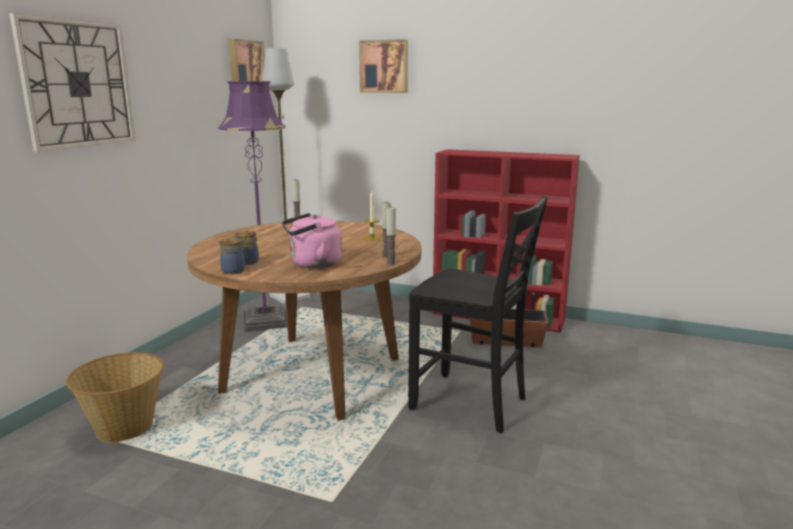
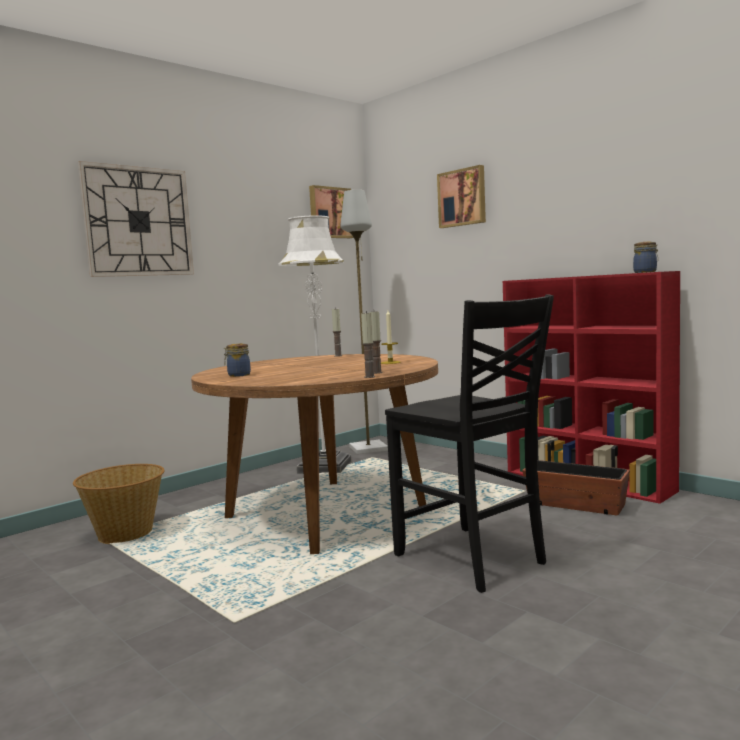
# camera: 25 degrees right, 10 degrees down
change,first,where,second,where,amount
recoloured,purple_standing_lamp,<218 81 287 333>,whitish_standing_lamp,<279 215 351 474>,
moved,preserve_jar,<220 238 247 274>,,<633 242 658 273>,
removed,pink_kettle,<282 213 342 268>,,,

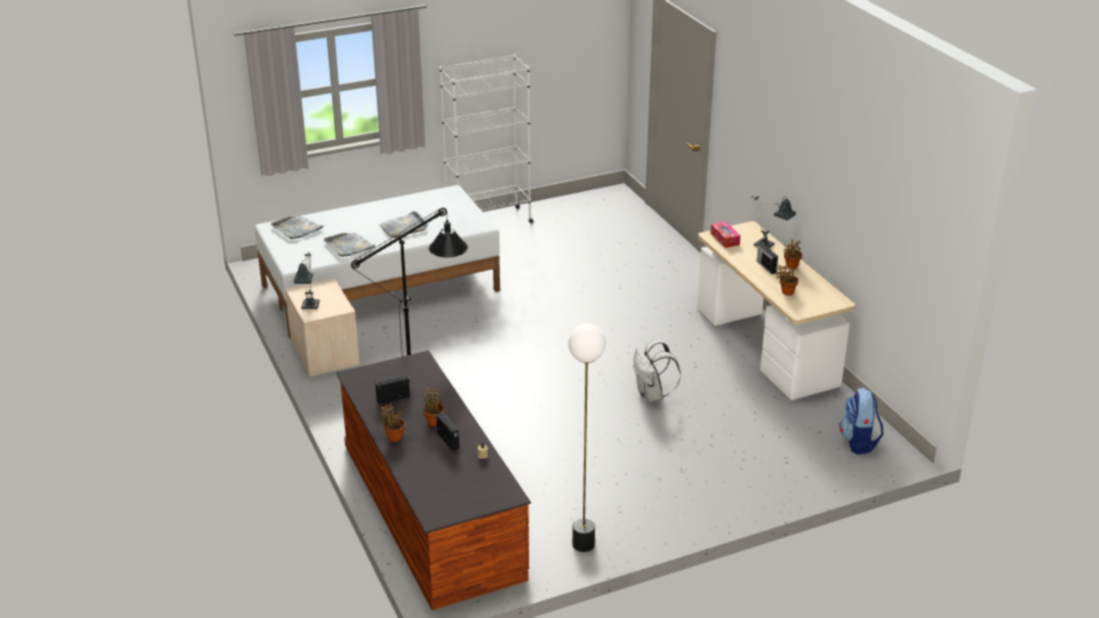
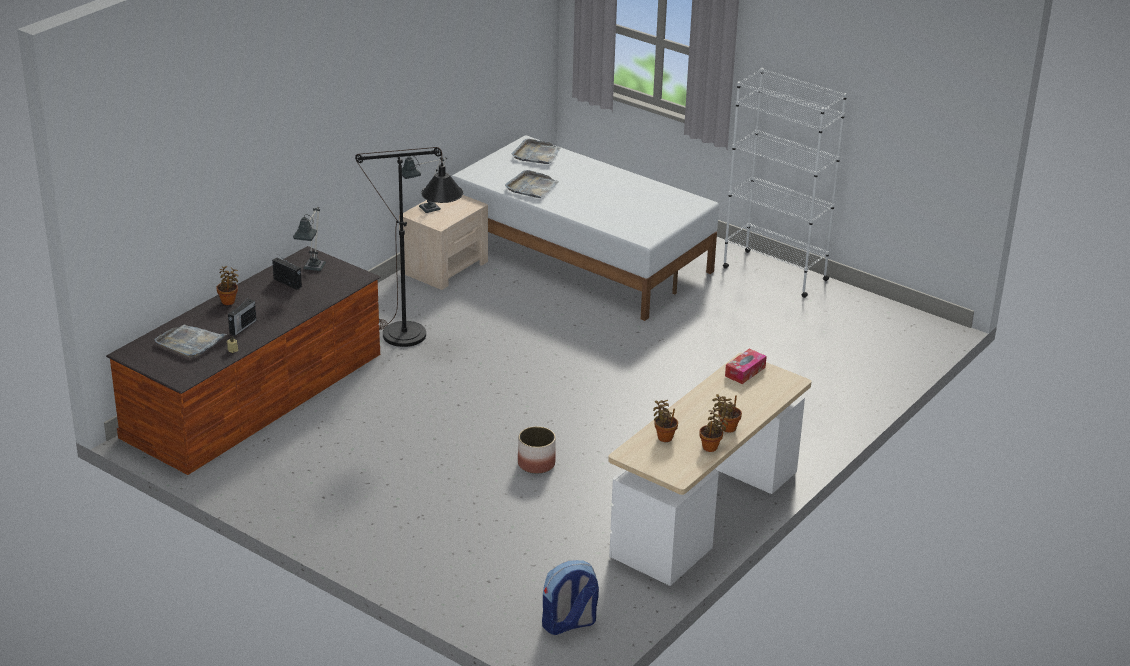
# camera: 60 degrees right, 0 degrees up
change,first,where,second,where,amount
moved,greyish_carrying_tray,<379 211 429 238>,,<154 325 227 358>,
moved,potted_plant,<423 388 445 427>,,<699 407 729 452>,
removed,standing_lamp,<568 323 606 552>,,,
replaced,whitish_backpack,<633 340 681 402>,plant_pot,<518 426 556 474>,
moved,tabletop_lamp,<752 196 796 248>,,<293 206 326 271>,
removed,radio,<757 243 778 274>,,,

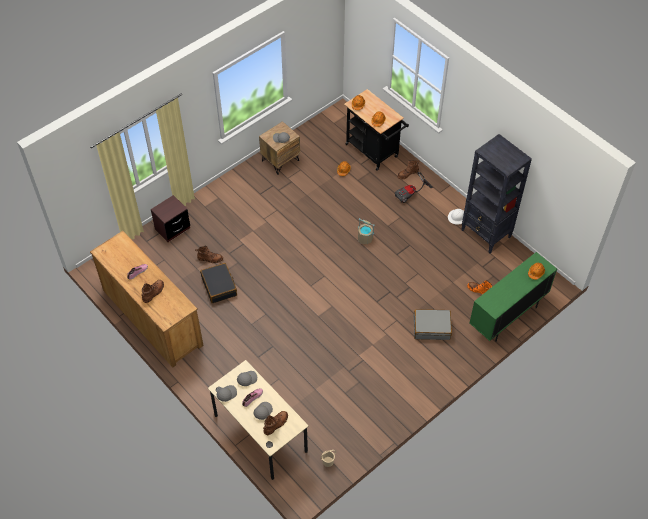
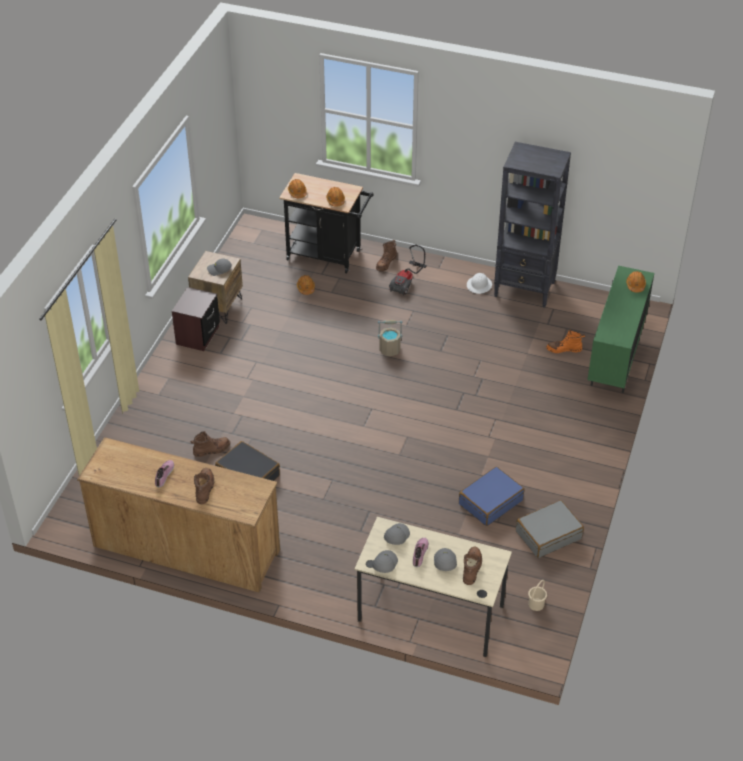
# camera: 30 degrees left, 10 degrees down
change,first,where,second,where,amount
moved,brown_bedside_table,<151 195 190 242>,,<172 287 220 351>,
moved,greyish_travel_case,<414 309 452 340>,,<516 500 584 558>,
added,,,bluish_travel_case,<459 467 524 526>,

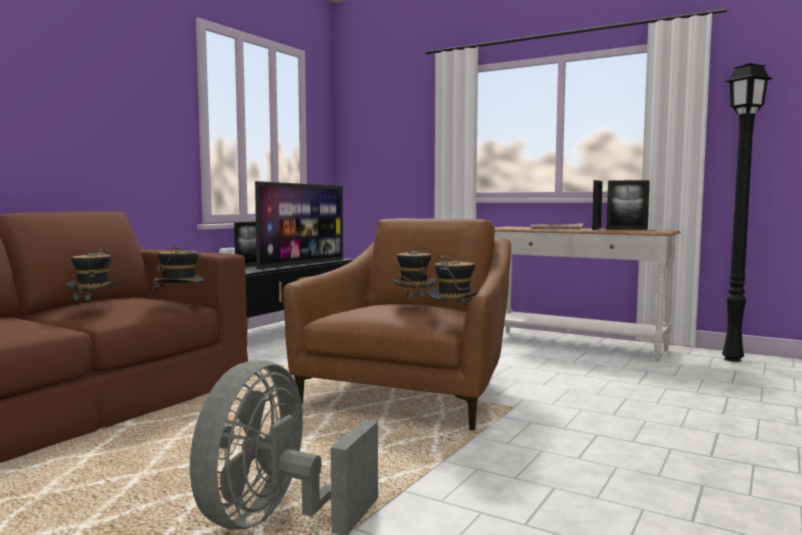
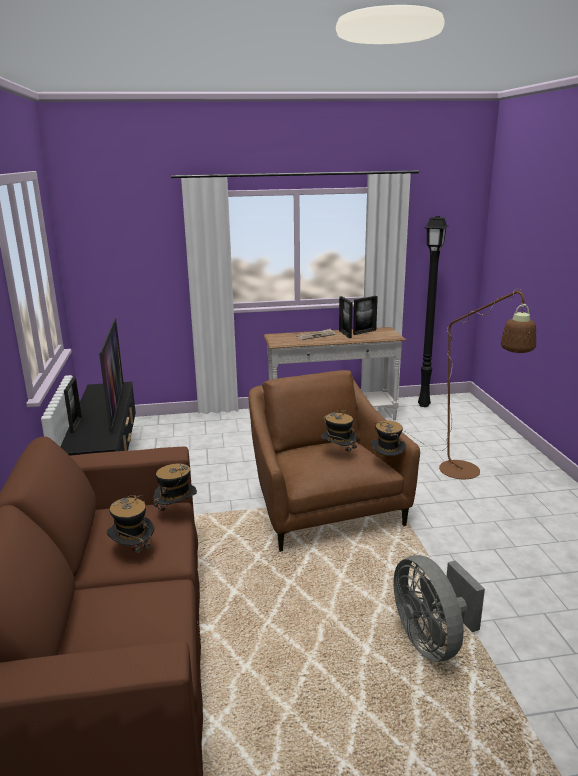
# camera: 40 degrees left, 15 degrees up
change,first,where,second,where,amount
added,,,brown_standing_lamp,<403 289 536 479>,

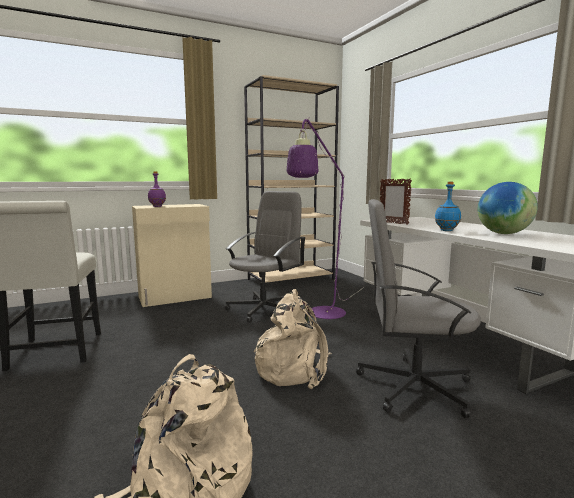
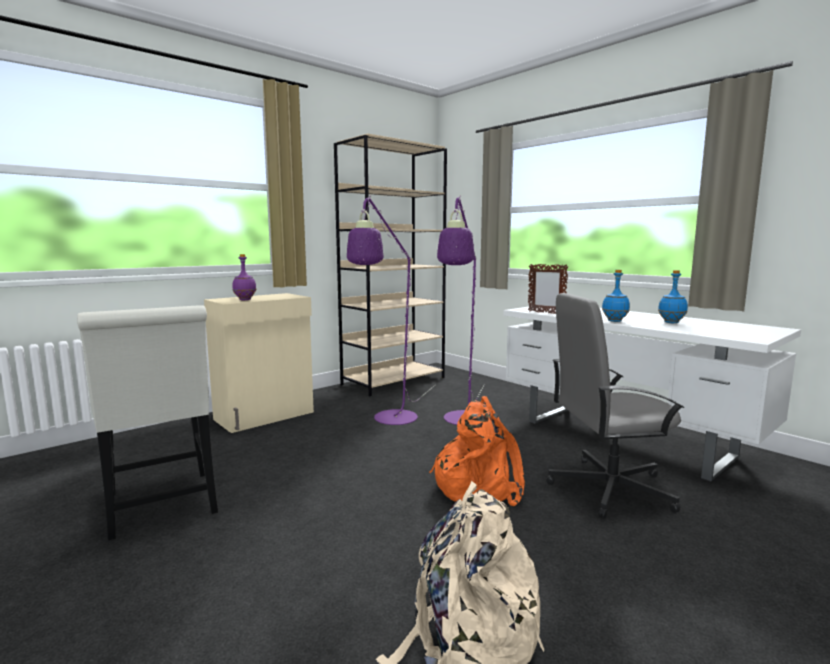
# camera: 15 degrees left, 0 degrees up
change,first,where,second,where,amount
replaced,greyish_computer_chair,<225 191 306 323>,purple_standing_lamp,<347 195 435 425>,
recoloured,beige-coloured_backpack,<254 289 331 389>,orangey_backpack,<429 396 525 506>,
replaced,world_globe,<478 182 538 234>,bluish_beverage_bottle,<658 270 688 323>,

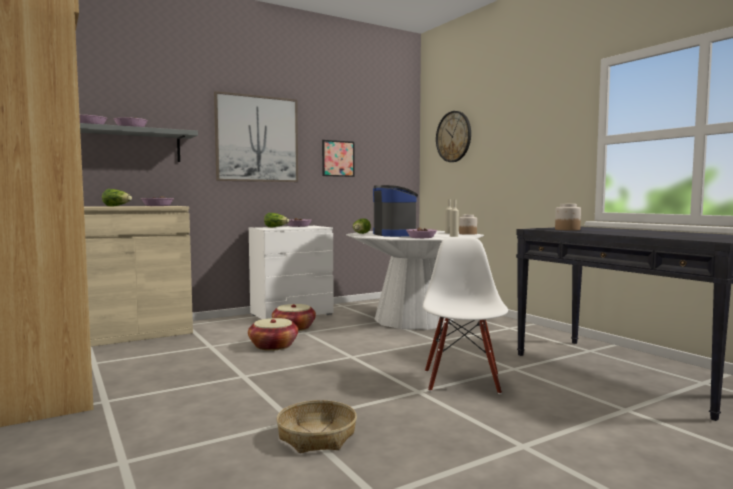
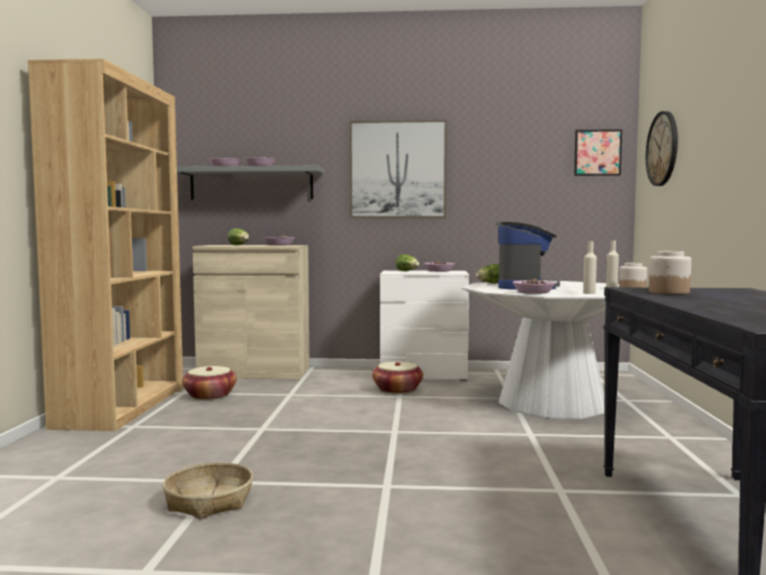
# camera: 35 degrees right, 0 degrees up
change,first,where,second,where,amount
moved,household_basket,<248 318 298 351>,,<182 366 237 400>,
moved,picture,<322 140 354 177>,,<574 129 622 176>,
removed,whitish_chair,<423 237 508 394>,,,

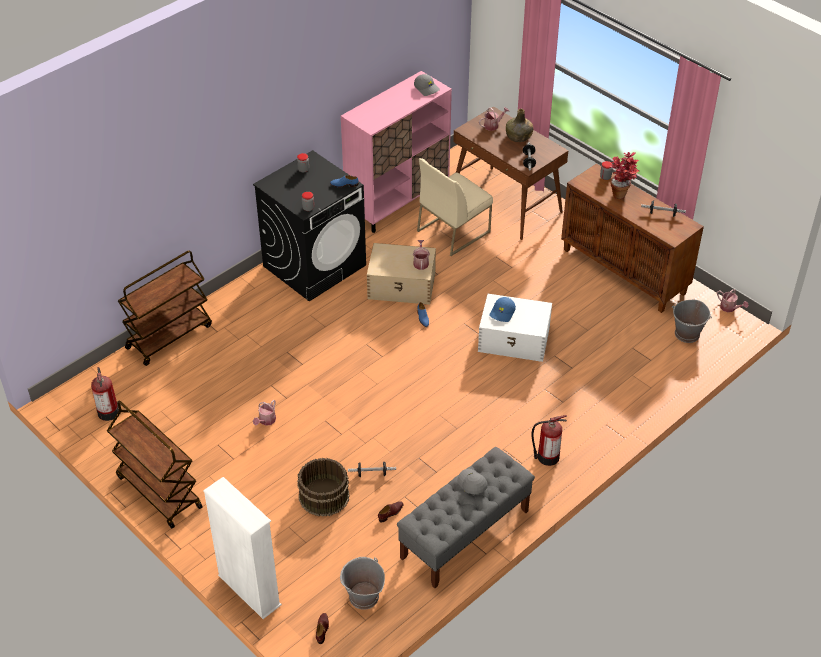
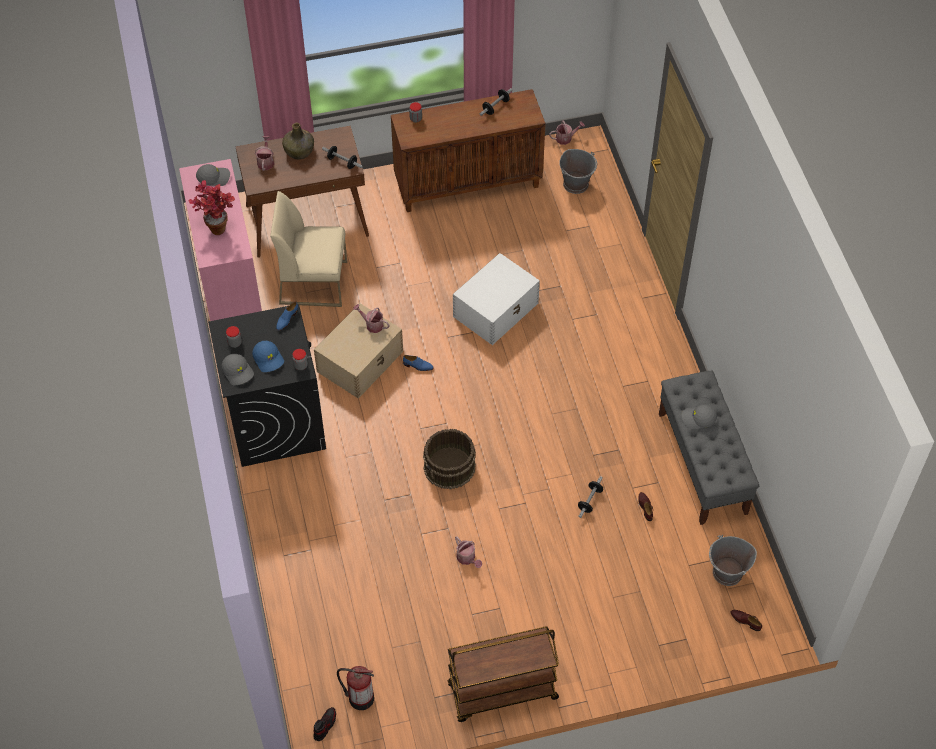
# camera: 60 degrees left, 10 degrees up
change,first,where,second,where,amount
removed,brown_cart,<118 250 212 366>,,,
removed,whitish_bookshelf,<203 477 282 619>,,,
moved,brown_bucket,<297 458 349 517>,,<423 429 476 489>,
turned,beige-coloured_chair,<417 158 493 256>,,<270 191 347 307>,105 degrees clockwise
moved,bluish_peaked_cap,<489 297 516 322>,,<252 341 284 372>,
removed,fire_extinguisher,<531 415 567 466>,,,
moved,potted_plant,<609 152 639 199>,,<189 180 235 235>,
added,,,greyish_peaked_cap,<221 354 254 386>,
added,,,low_shoe,<313 707 336 741>,

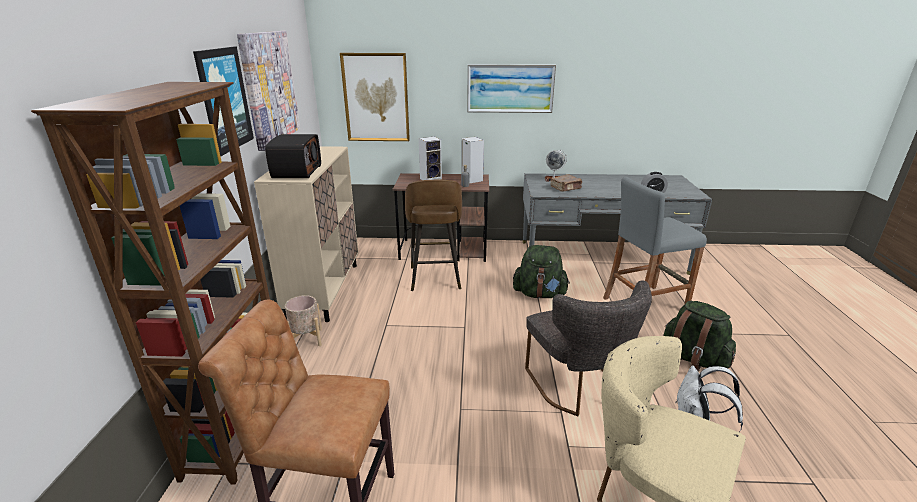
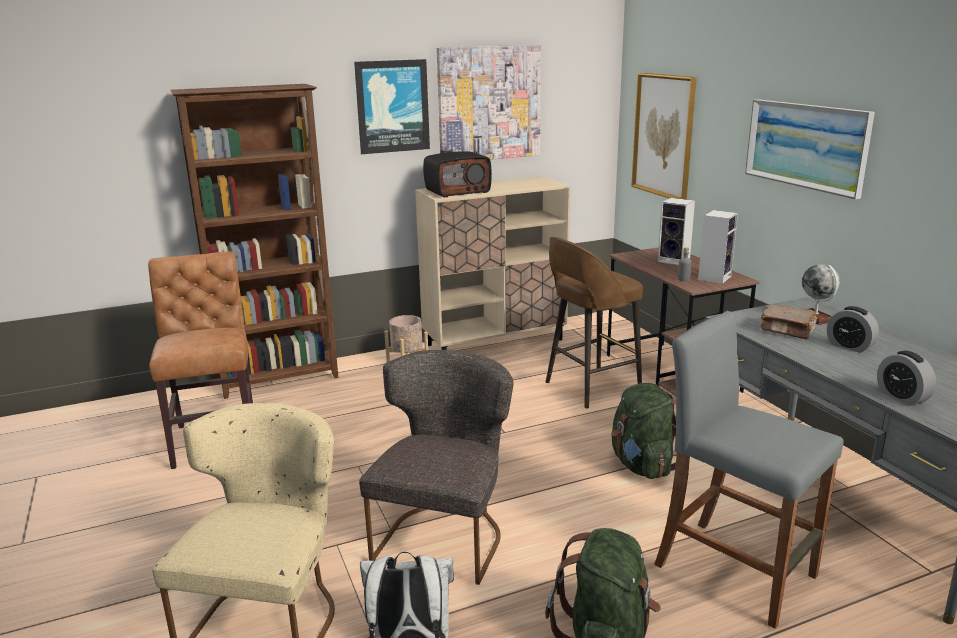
# camera: 65 degrees right, 5 degrees down
change,first,where,second,where,amount
turned,greyish_chair,<525 281 652 416>,,<359 350 514 585>,150 degrees clockwise
added,,,table_clock,<827 306 879 353>,

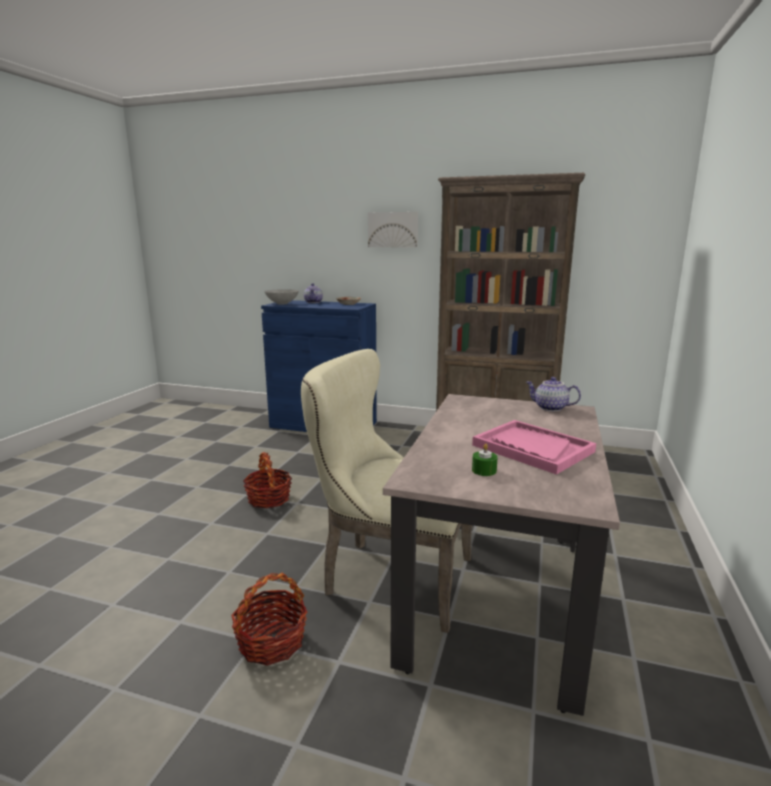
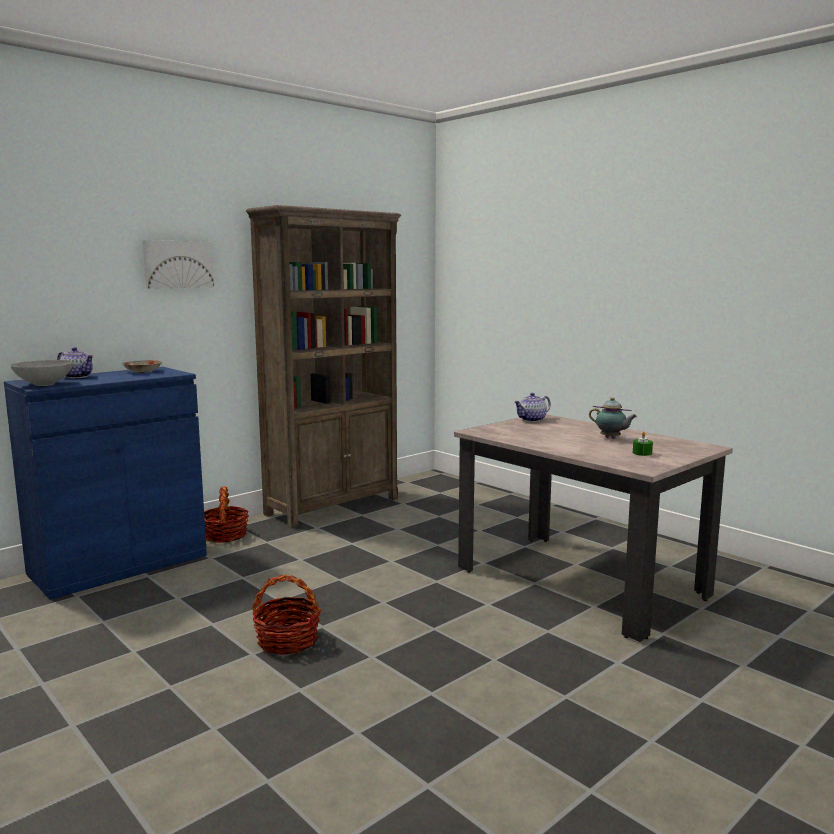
# camera: 60 degrees left, 5 degrees down
change,first,where,second,where,amount
moved,household_basket,<231 573 307 666>,,<204 486 249 543>,
removed,beige-coloured_chair,<301 349 472 633>,,,
replaced,pink_carrying_tray,<472 420 596 475>,pot_for_tea,<589 397 637 439>,

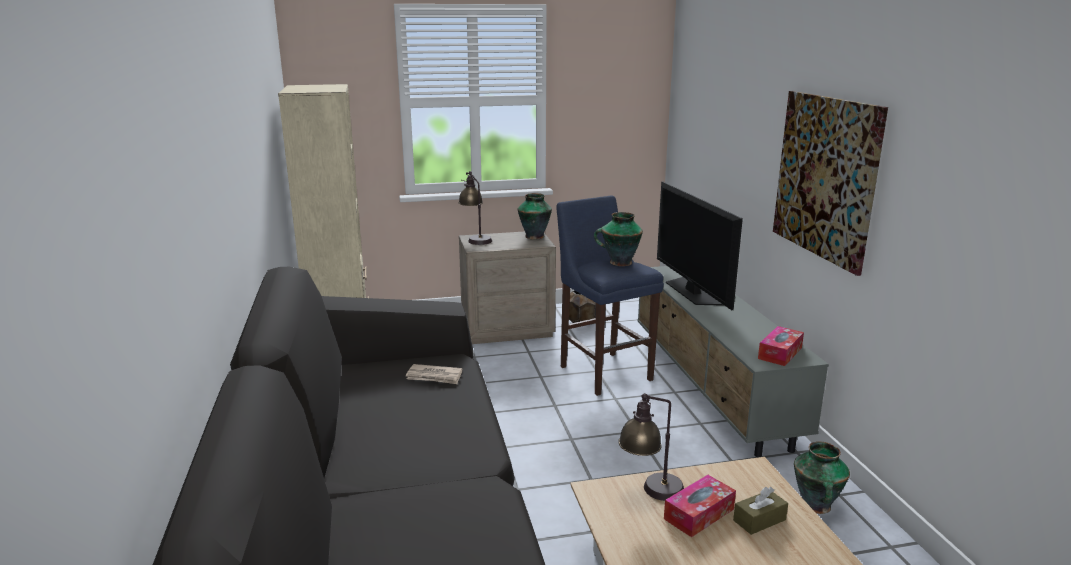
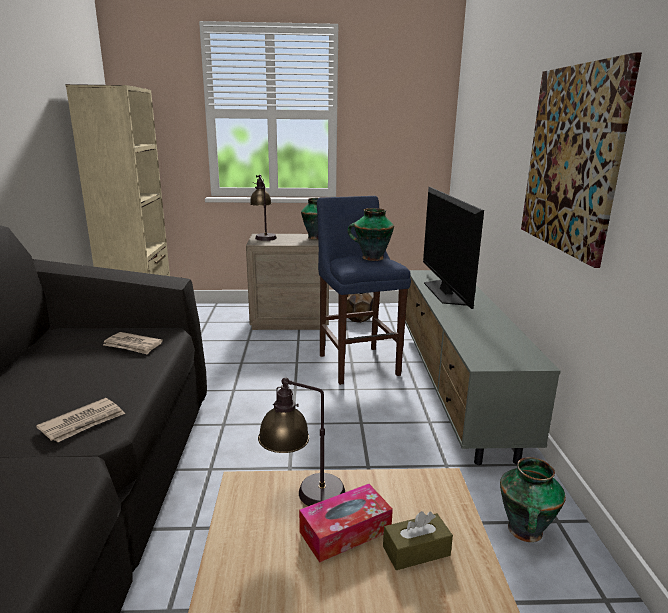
# camera: 10 degrees right, 0 degrees up
change,first,where,second,where,amount
removed,box_of_tissues,<758 326 804 366>,,,
added,,,printed_paper,<36 398 125 442>,

